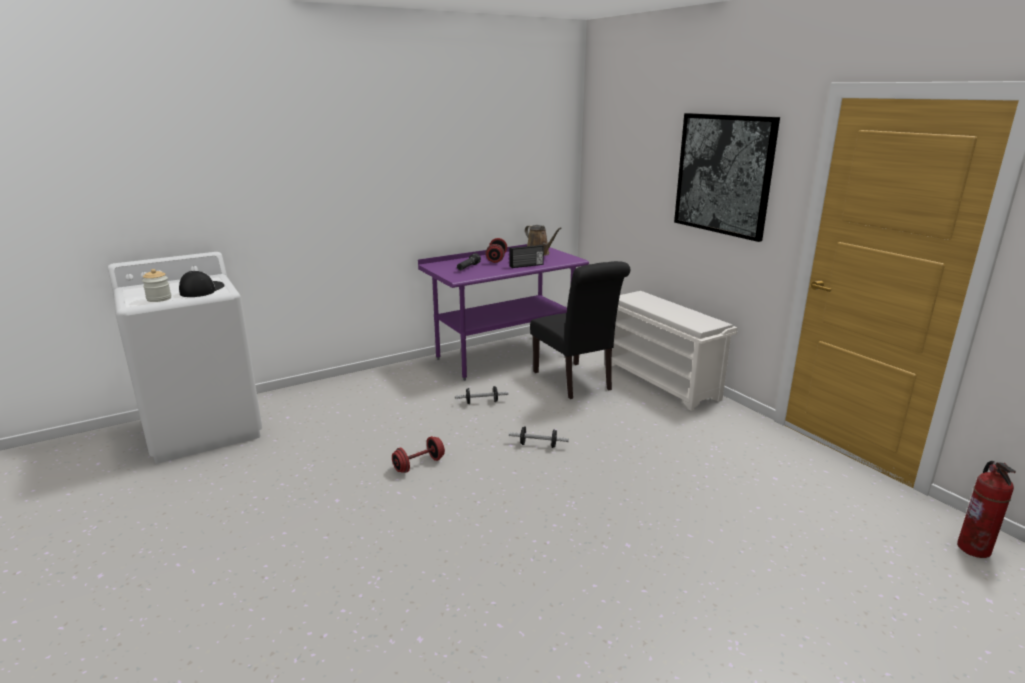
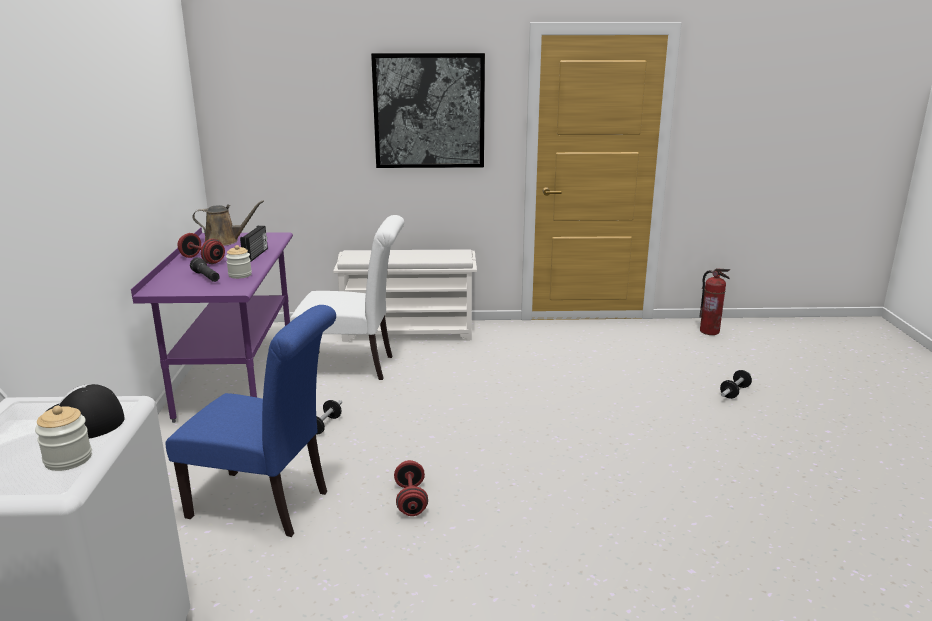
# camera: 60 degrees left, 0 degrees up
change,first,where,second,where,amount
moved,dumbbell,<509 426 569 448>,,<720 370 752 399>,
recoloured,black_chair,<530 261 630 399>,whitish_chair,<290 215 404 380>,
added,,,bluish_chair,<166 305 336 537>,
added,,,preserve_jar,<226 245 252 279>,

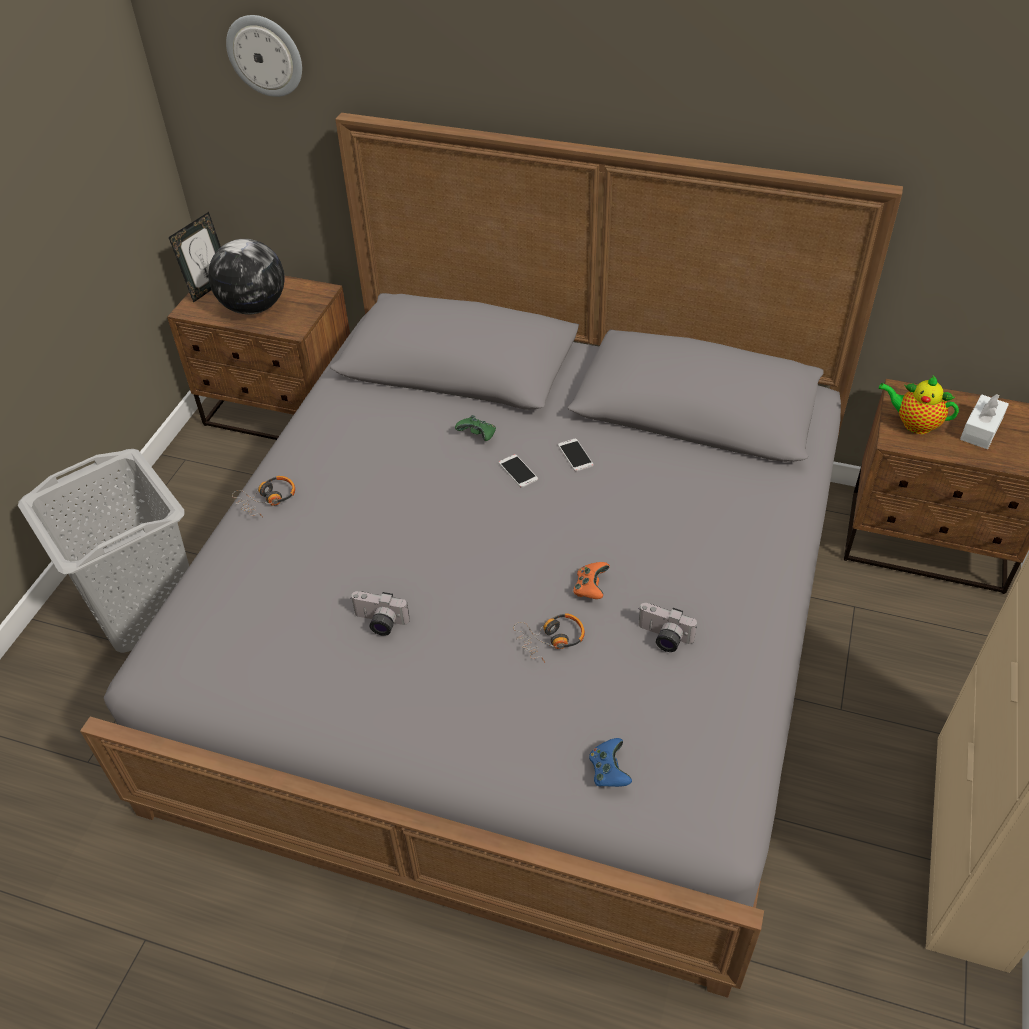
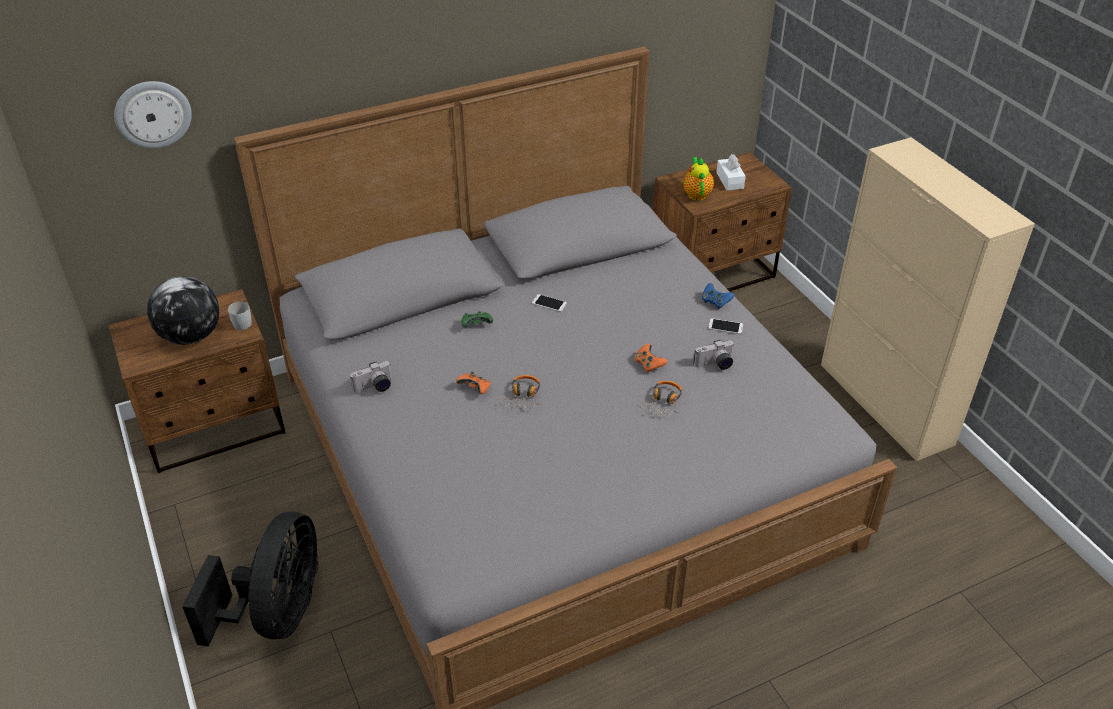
# camera: 45 degrees left, 5 degrees down
change,first,where,second,where,amount
replaced,greyish_washing_basket,<18 449 189 653>,black_cooling_fan,<182 512 318 646>,
removed,picture_frame,<169 212 221 303>,,,
moved,headphones,<232 476 295 517>,,<500 375 541 409>,
moved,photo_camera,<350 591 410 636>,,<350 361 392 392>,
moved,telephone,<499 454 538 488>,,<708 318 743 334>,
moved,bluish_gamepad,<589 738 632 787>,,<702 283 734 309>,
turned,pot_for_tea,<879 376 959 434>,,<683 157 714 201>,105 degrees clockwise
added,,,whitish_coffee_mug,<228 301 252 330>,
added,,,orangey_gamepad,<456 371 491 394>,

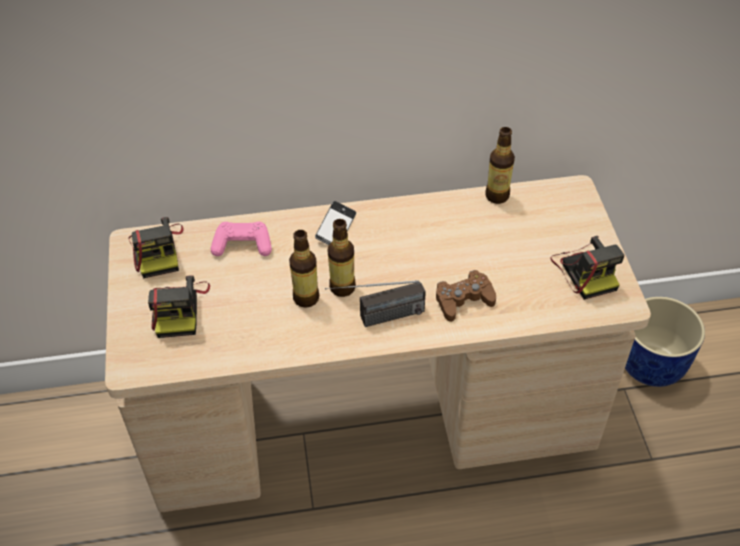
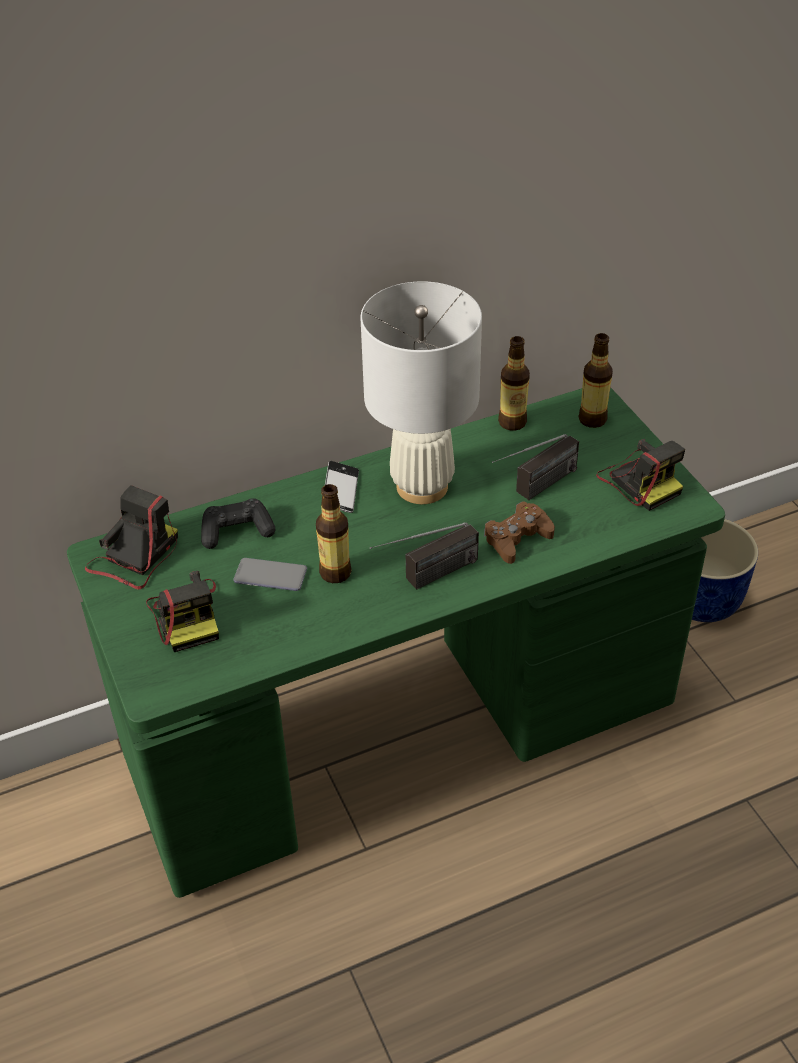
# camera: 15 degrees left, 5 degrees down
change,first,where,second,where,amount
recoloured,beige-coloured_desk_unit,<105 175 651 512>,greenish_desk_unit,<67 387 725 898>,
turned,photo_camera,<129 217 183 278>,,<85 485 178 589>,120 degrees counterclockwise
recoloured,pink_gamepad,<211 222 272 256>,black_gamepad,<201 498 275 549>,
moved,beverage_bottle,<327 219 356 297>,,<579 333 613 428>,
added,,,telephone,<233 558 307 591>,
added,,,whitish_tabletop_lamp,<360 281 482 504>,
added,,,radio,<492 434 579 500>,

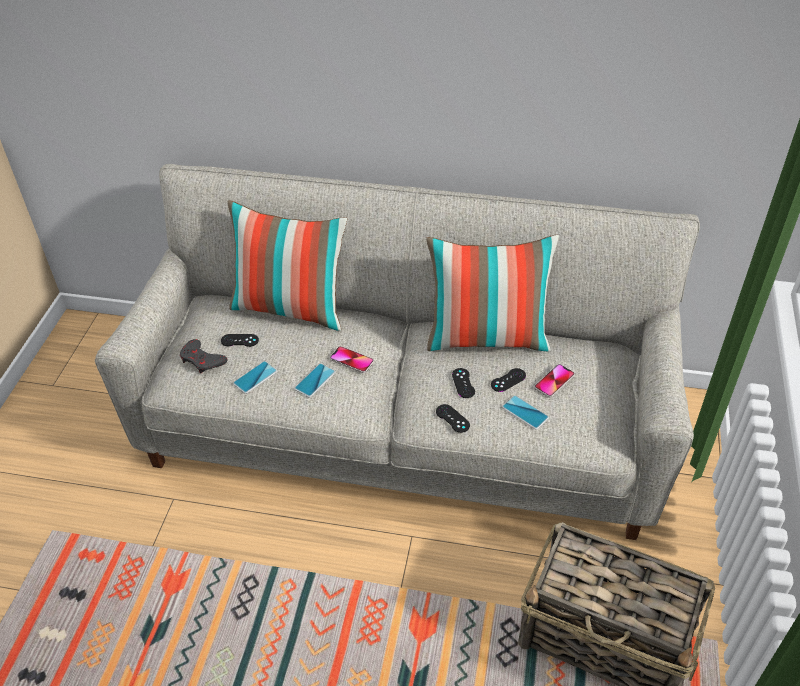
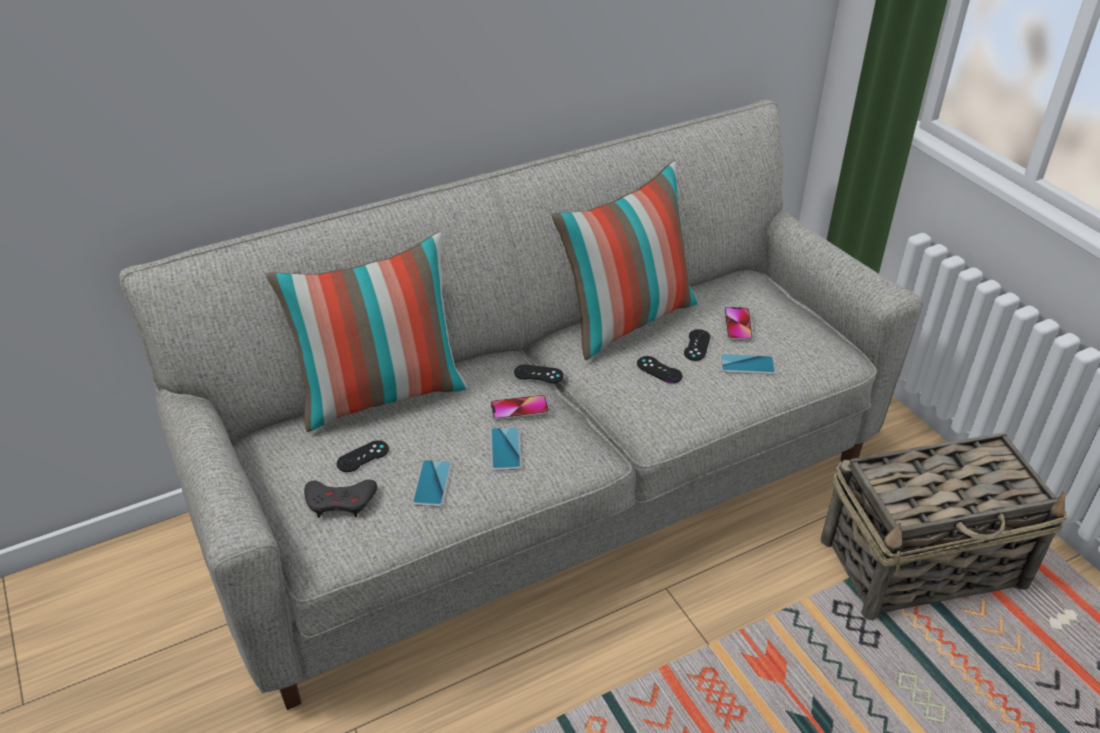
# camera: 40 degrees left, 5 degrees down
change,first,where,second,where,amount
moved,black_gamepad,<436 404 470 433>,,<514 364 564 383>,

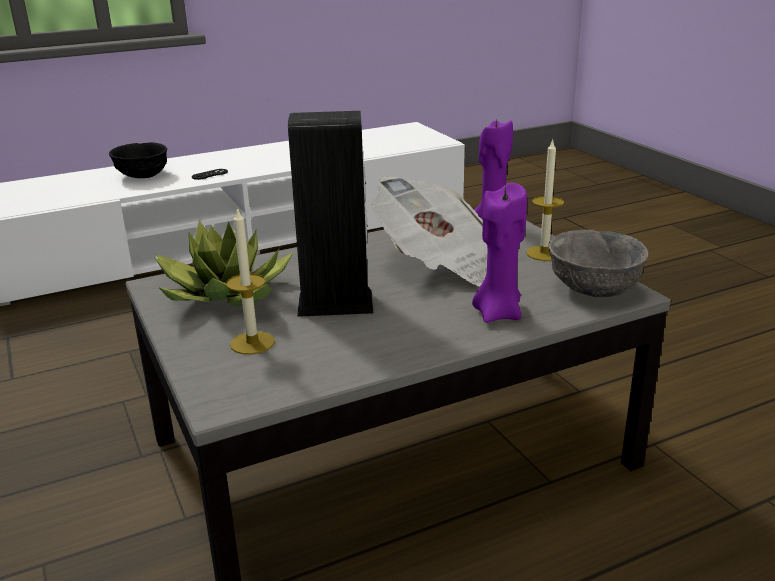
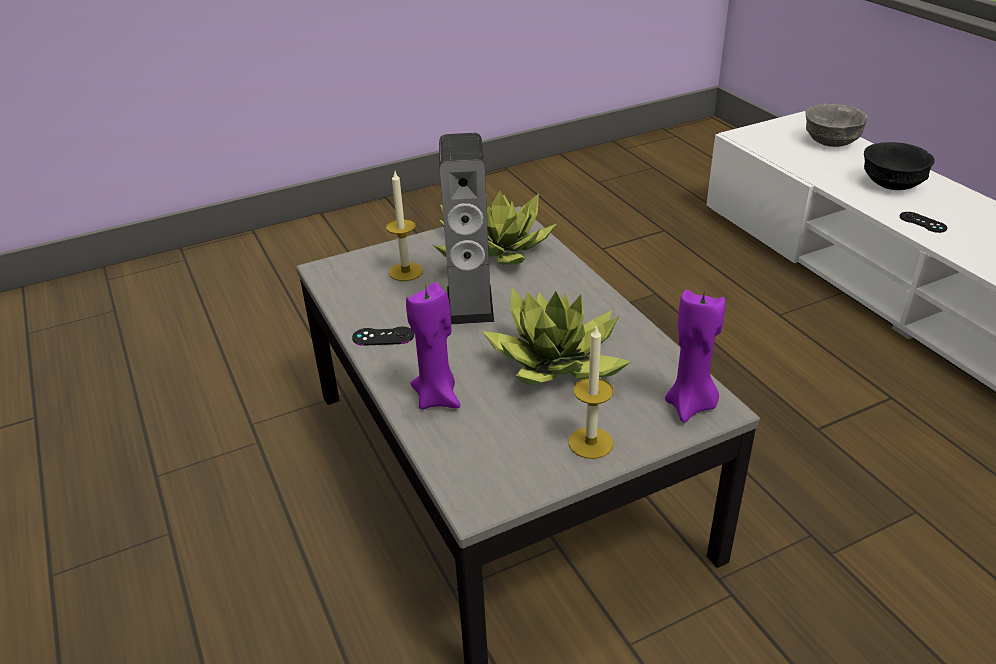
# camera: 90 degrees right, 10 degrees up
change,first,where,second,where,amount
replaced,printed_paper,<371 176 487 287>,potted_plant,<482 287 631 385>,
moved,greyish_serving_bowl,<548 230 649 297>,,<805 104 868 147>,
added,,,black_gamepad,<352 327 414 346>,

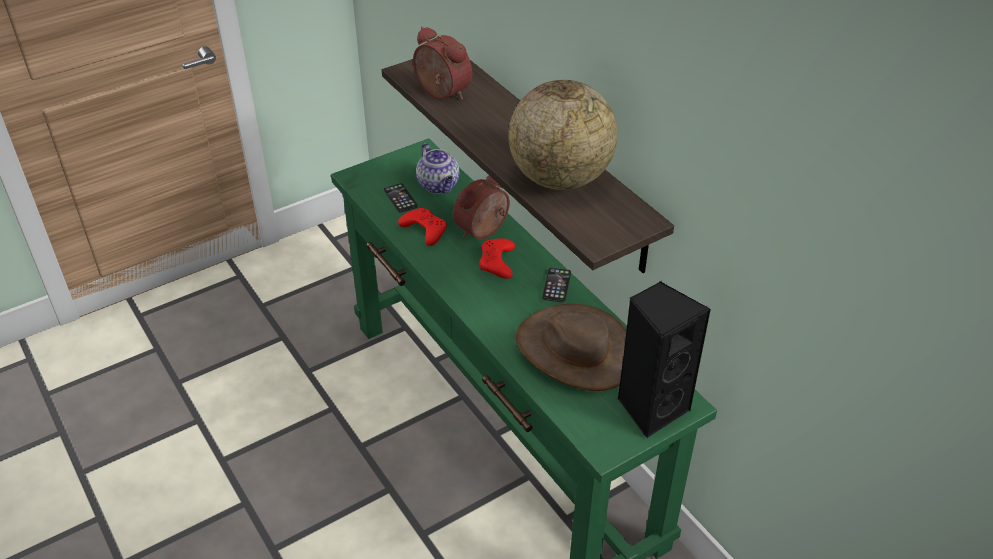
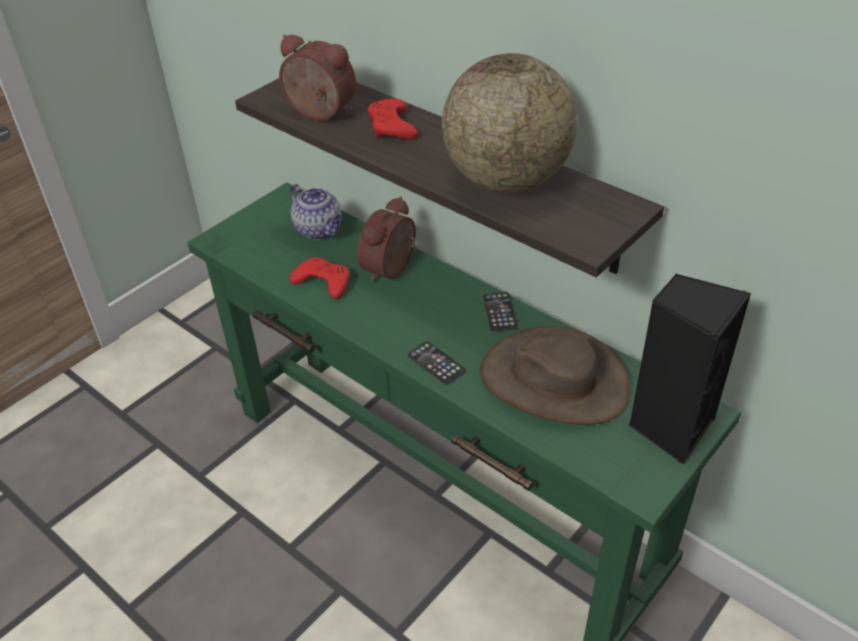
# camera: 15 degrees left, 0 degrees up
change,first,where,second,where,amount
moved,telephone,<384 183 418 213>,,<408 342 466 385>,
moved,reddish_gamepad,<479 238 515 279>,,<368 98 418 140>,

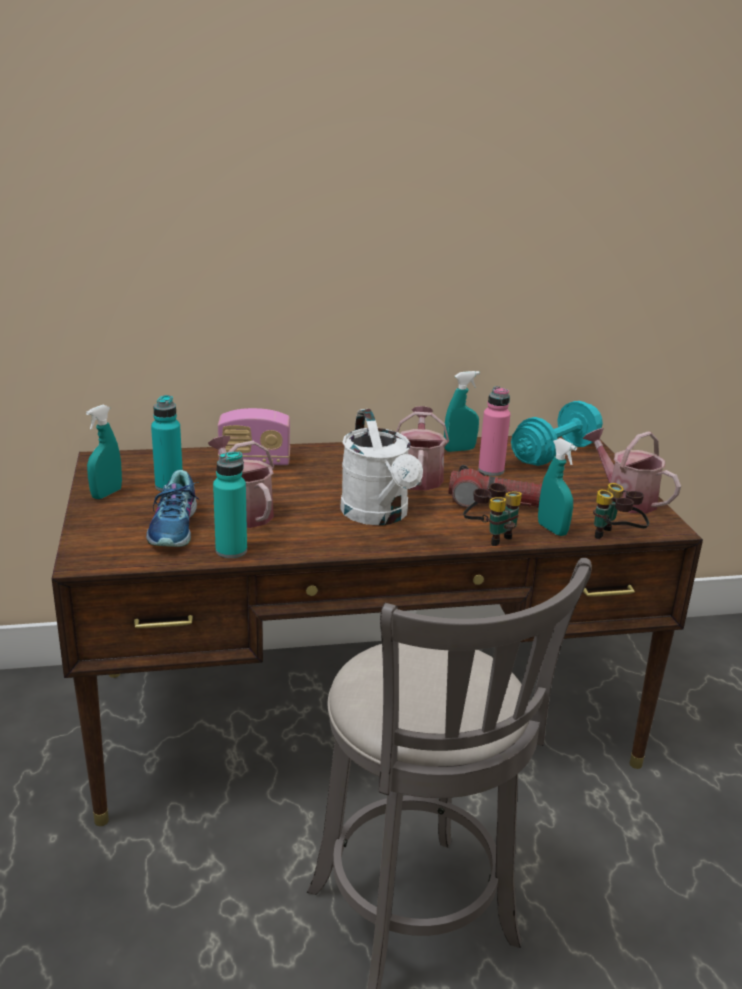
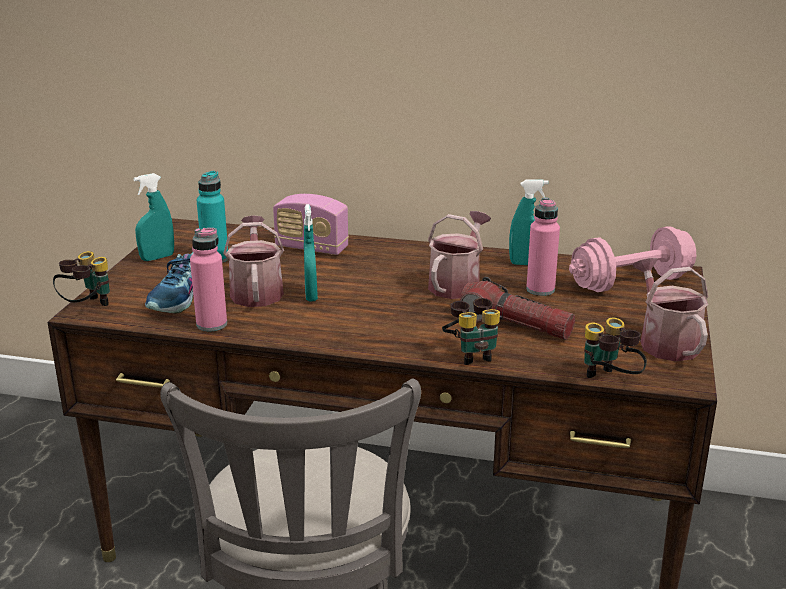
# camera: 25 degrees right, 0 degrees up
change,first,where,second,where,amount
recoloured,turquoise-coloured_beverage_bottle,<213 451 247 558>,pink_beverage_bottle,<190 228 227 332>,
removed,whitish_watering_can,<340 409 423 525>,,,
recoloured,turquoise-coloured_dumbbell,<511 401 603 466>,pink_dumbbell,<569 226 696 292>,
moved,turquoise-coloured_spray_bottle,<538 438 577 536>,,<304 204 318 302>,
added,,,pair_of_binoculars,<53 251 110 306>,

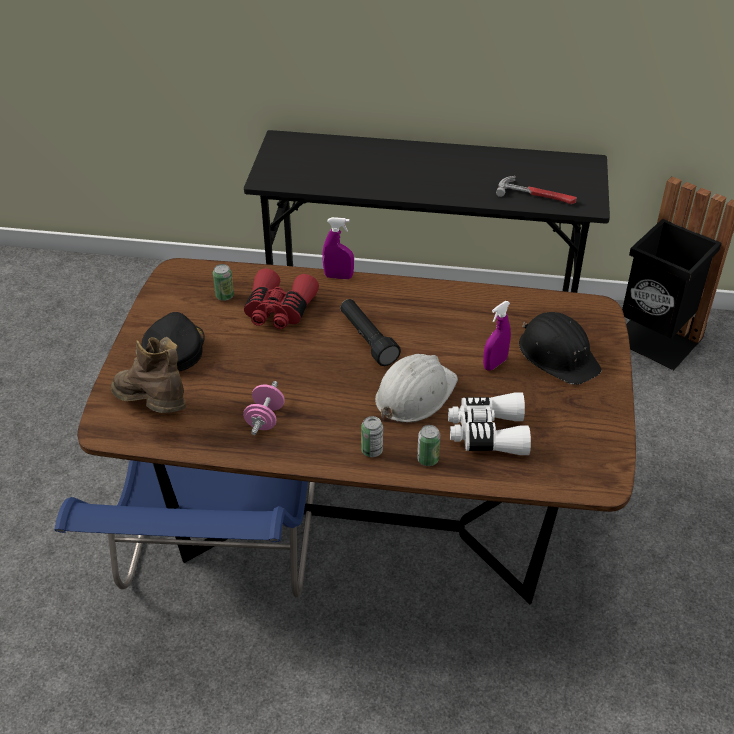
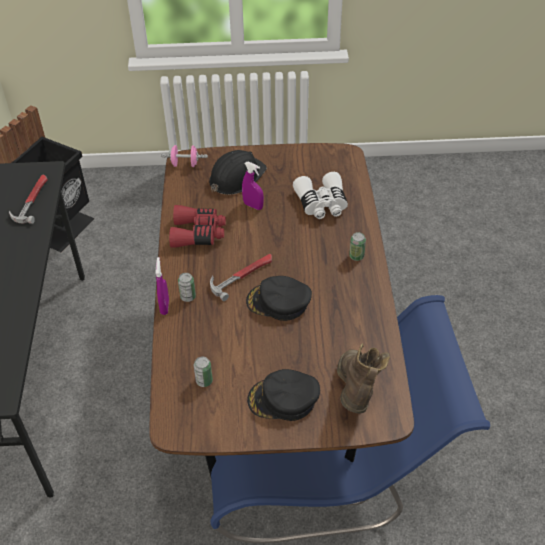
# camera: 100 degrees left, 5 degrees up
change,first,where,second,where,amount
turned,brown_high-top_boot,<111 337 186 413>,,<337 343 390 413>,150 degrees clockwise
moved,pink_dumbbell,<243 381 285 435>,,<161 145 208 167>,
moved,reddish_pair_of_binoculars,<244 268 319 329>,,<169 205 226 248>,
replaced,black_torch,<340 299 401 366>,hammer,<210 254 272 301>,
removed,whitish_safety_helmet,<375 354 458 422>,,,
moved,metal_can,<417 425 441 466>,,<178 273 196 302>,
added,,,black_peaked_cap,<246 276 312 321>,

